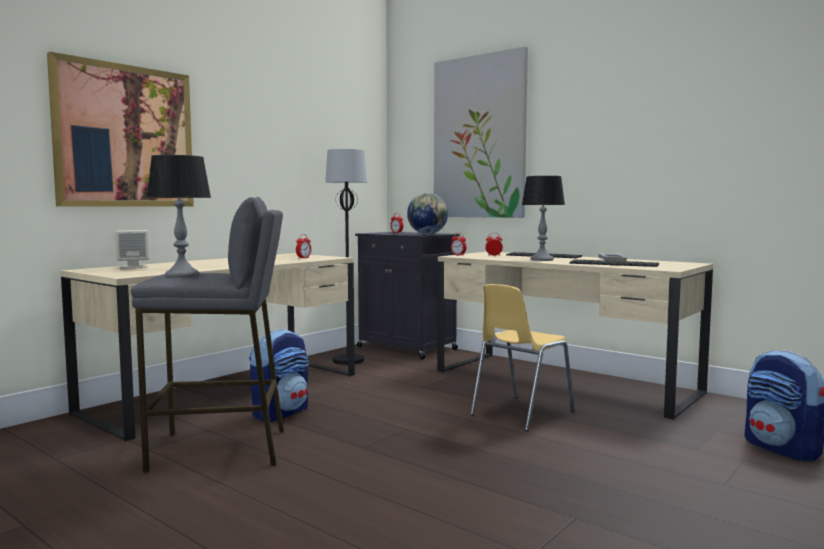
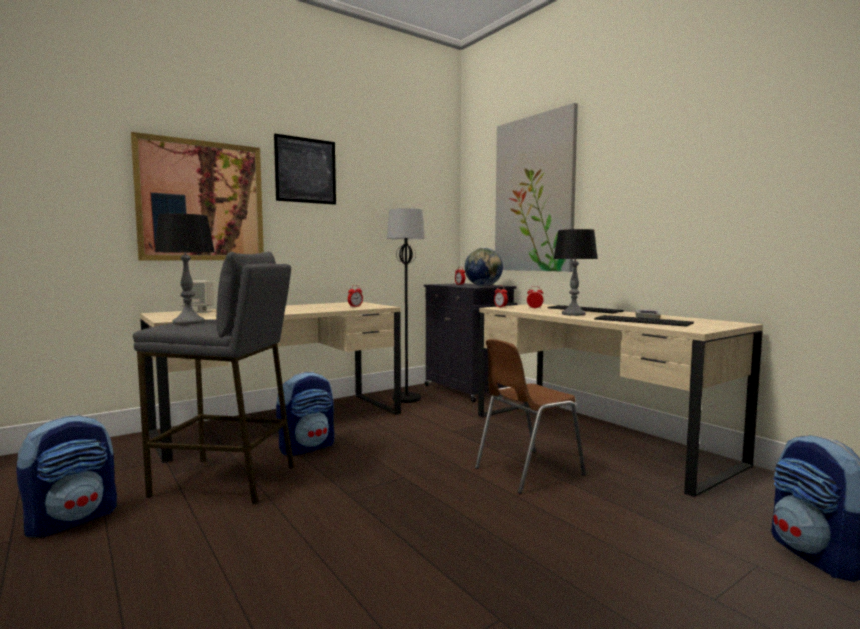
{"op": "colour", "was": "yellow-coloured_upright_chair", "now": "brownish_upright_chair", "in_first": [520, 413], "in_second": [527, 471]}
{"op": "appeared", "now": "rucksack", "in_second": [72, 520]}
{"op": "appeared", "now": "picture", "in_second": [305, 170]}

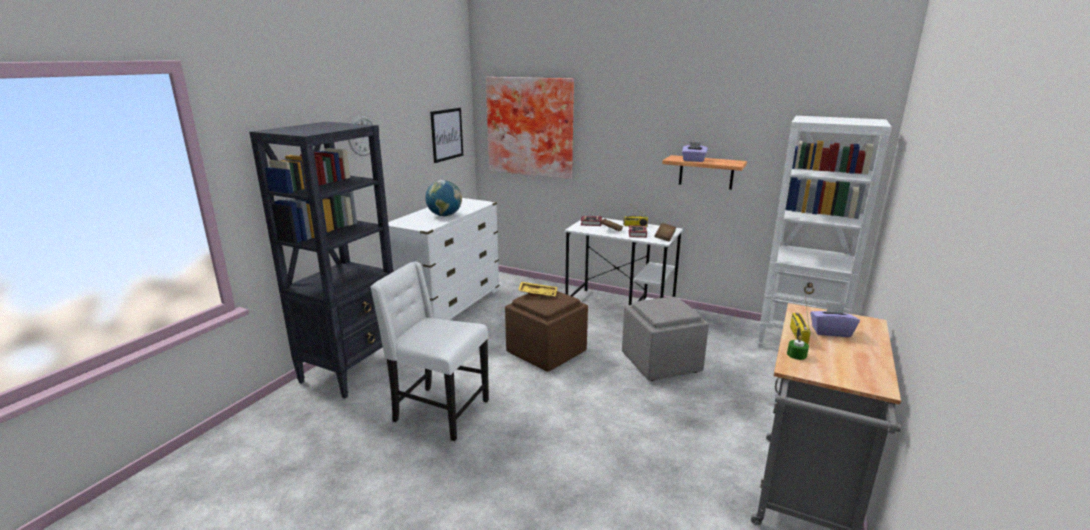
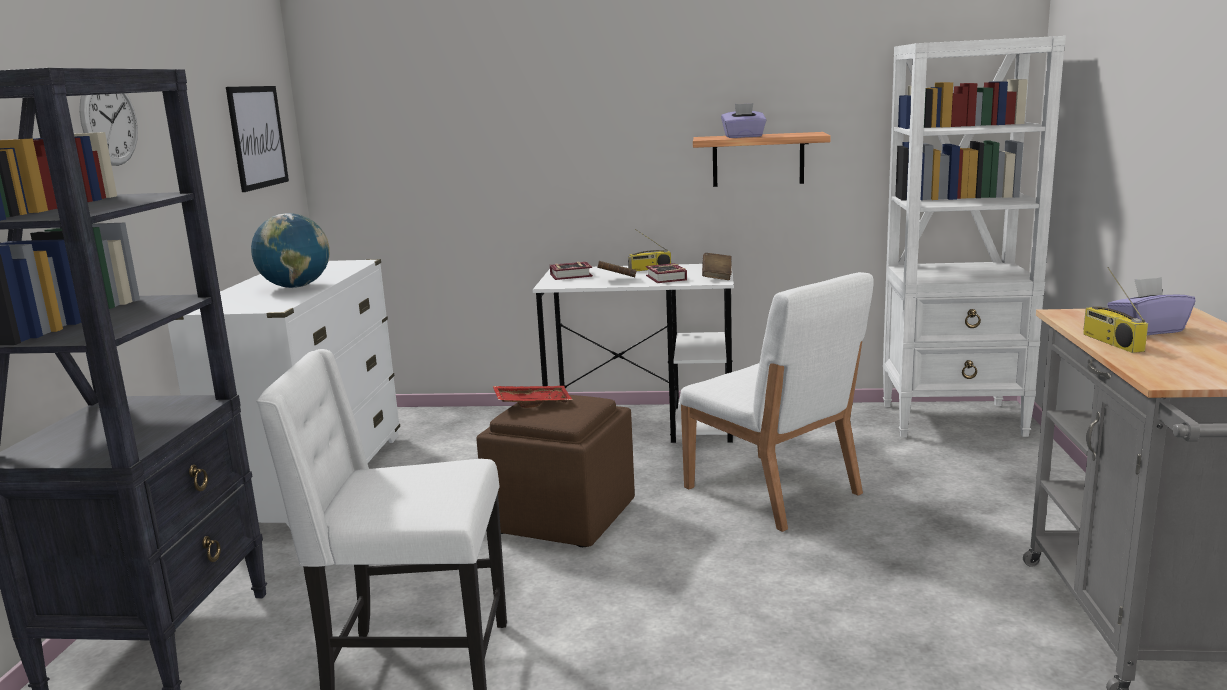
{"op": "missing", "was": "picture", "in_first": [531, 127]}
{"op": "colour", "was": "yellow-coloured_tray", "now": "red-coloured_tray", "in_first": [538, 293], "in_second": [532, 403]}
{"op": "exchanged", "was": "gray_pouffe", "now": "white_upright_chair", "in_first": [660, 363], "in_second": [773, 491]}
{"op": "missing", "was": "green-coloured_candle", "in_first": [796, 355]}

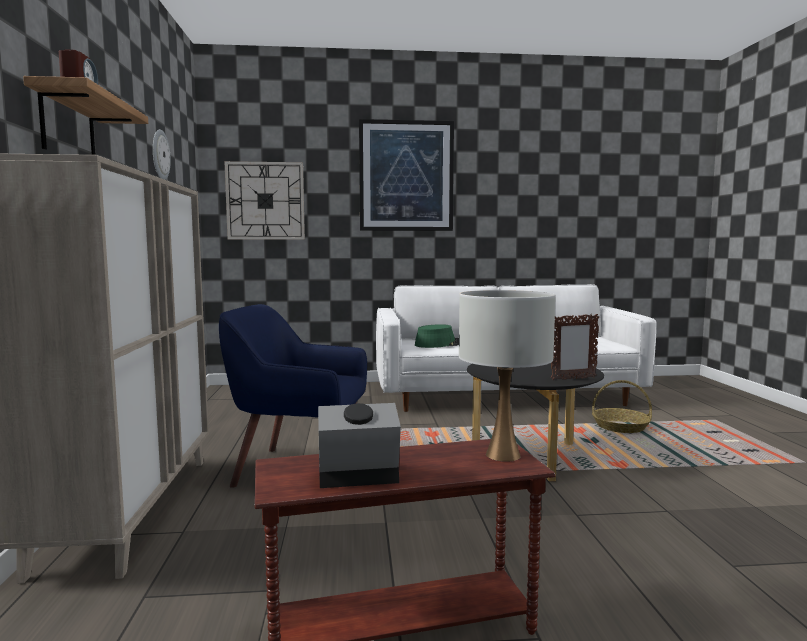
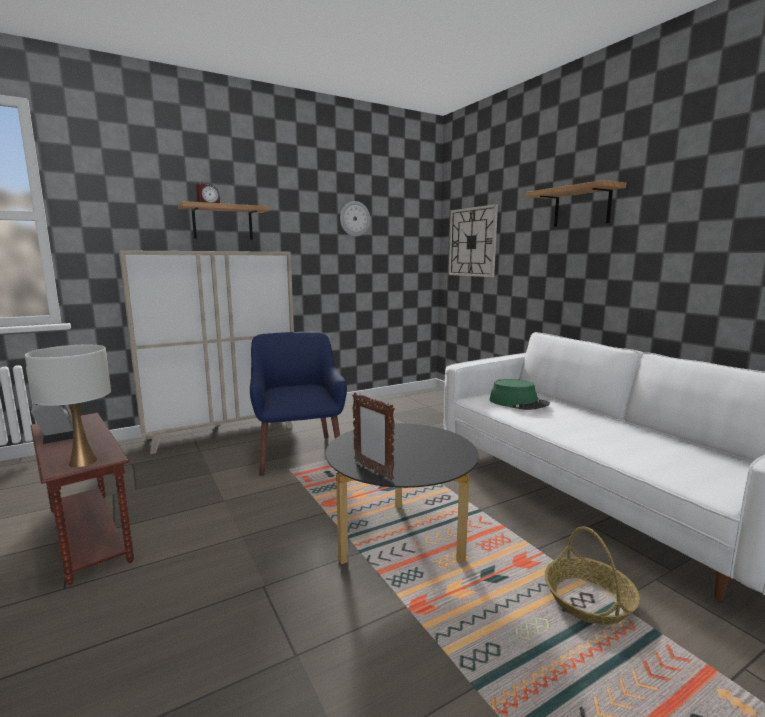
{"op": "exchanged", "was": "picture", "now": "bracket_shelf", "in_first": [406, 176], "in_second": [582, 207]}

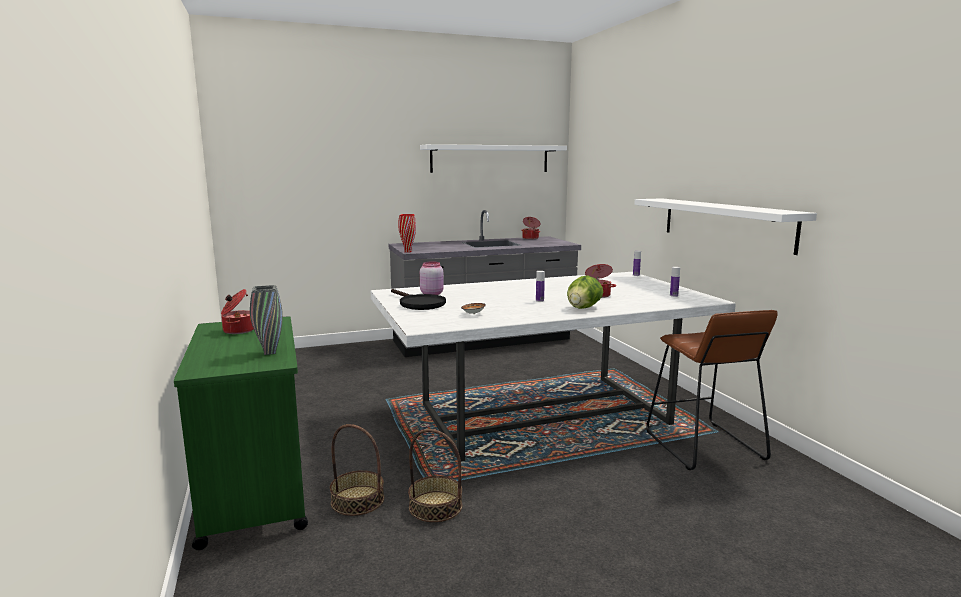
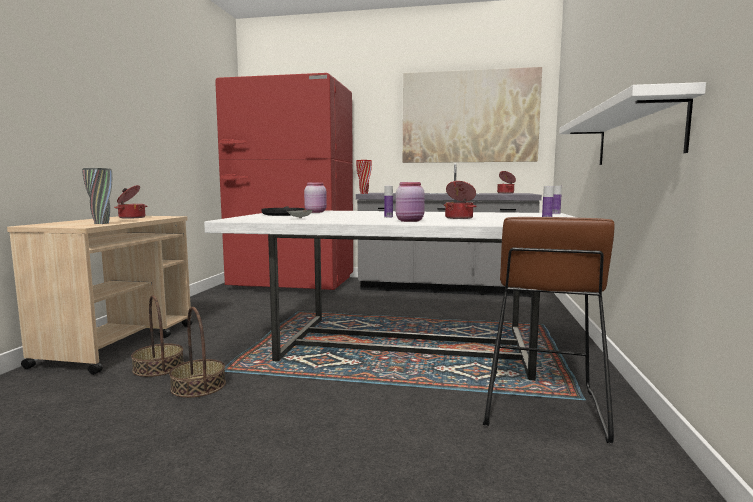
{"op": "colour", "was": "green-coloured_cart", "now": "beige-coloured_cart", "in_first": [255, 487], "in_second": [120, 344]}
{"op": "exchanged", "was": "white_bracket_shelf", "now": "picture", "in_first": [490, 159], "in_second": [469, 117]}
{"op": "exchanged", "was": "lettuce_head", "now": "pink-coloured_storage_jar", "in_first": [583, 308], "in_second": [410, 221]}
{"op": "appeared", "now": "red-coloured_fridge", "in_second": [292, 284]}

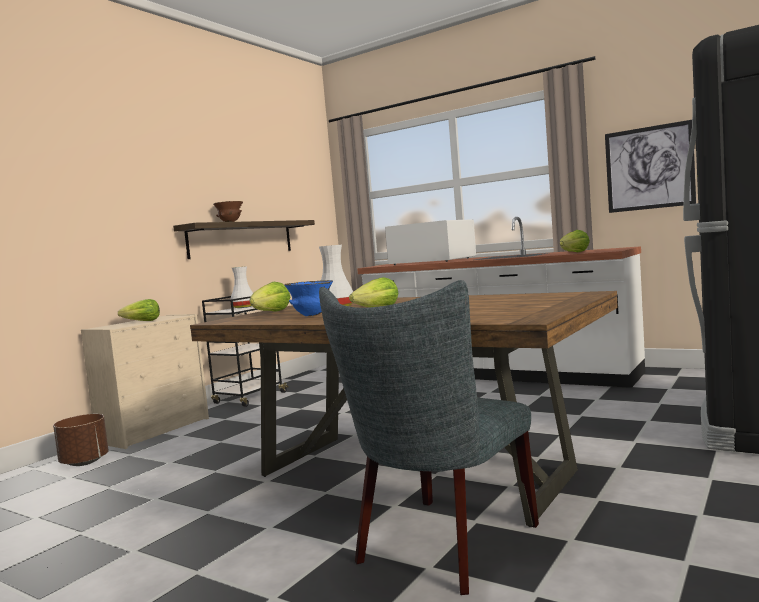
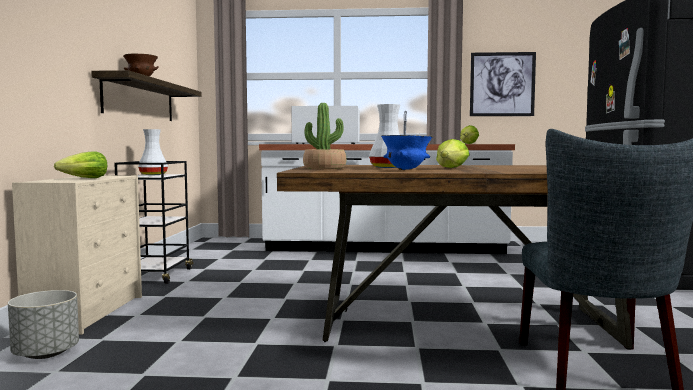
{"op": "colour", "was": "brownish_plant_pot", "now": "gray_plant_pot", "in_first": [84, 462], "in_second": [45, 354]}
{"op": "exchanged", "was": "lettuce_head", "now": "plant_in_a_pot", "in_first": [270, 312], "in_second": [324, 168]}

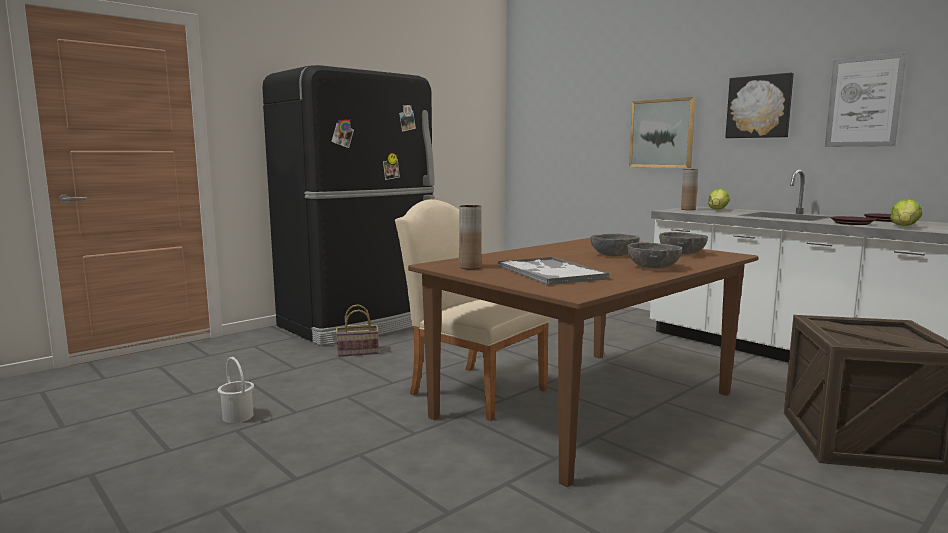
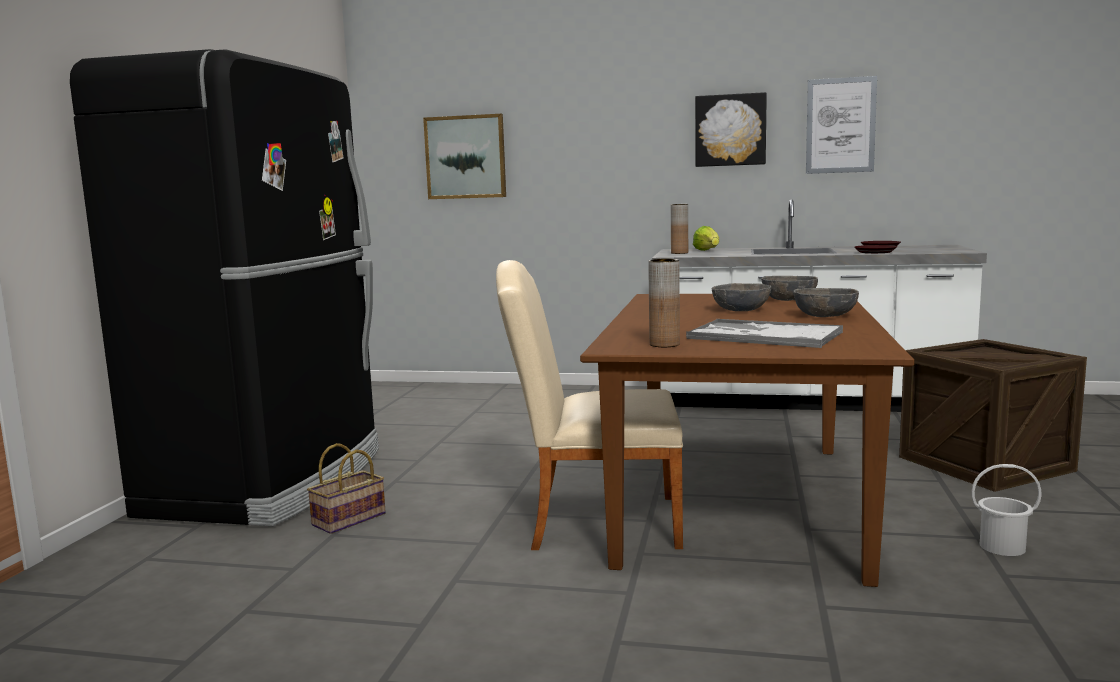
{"op": "relocated", "was": "white_water_bucket", "in_first": [238, 416], "in_second": [1001, 547]}
{"op": "relocated", "was": "picture", "in_first": [662, 133], "in_second": [465, 157]}
{"op": "missing", "was": "lettuce_head", "in_first": [904, 227]}

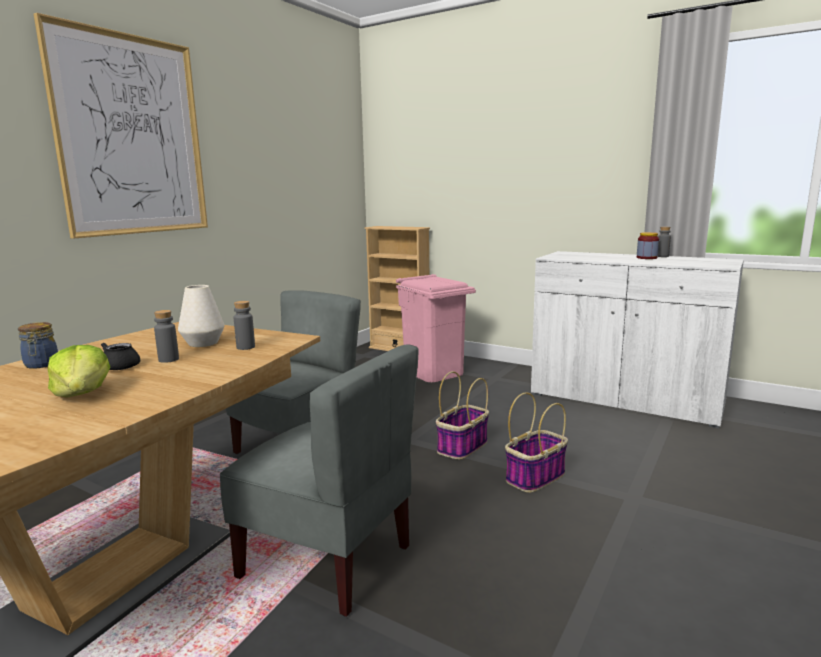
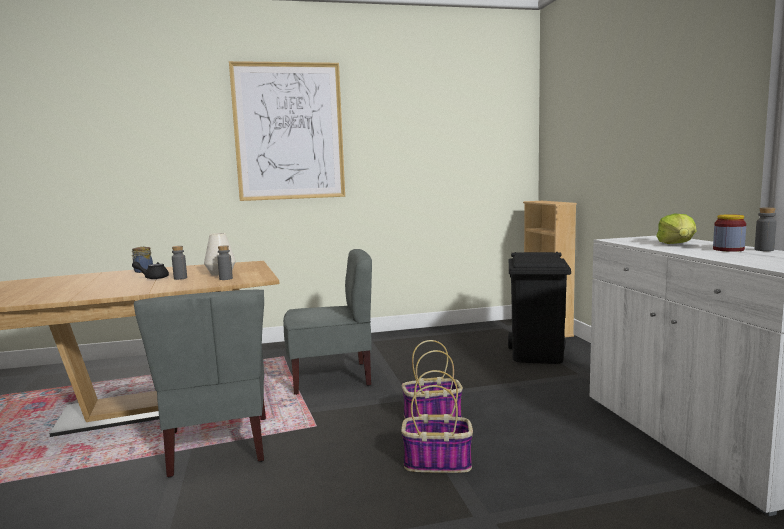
{"op": "relocated", "was": "lettuce_head", "in_first": [82, 394], "in_second": [677, 244]}
{"op": "colour", "was": "pink-coloured_rubbish_bin", "now": "black_rubbish_bin", "in_first": [434, 372], "in_second": [537, 355]}

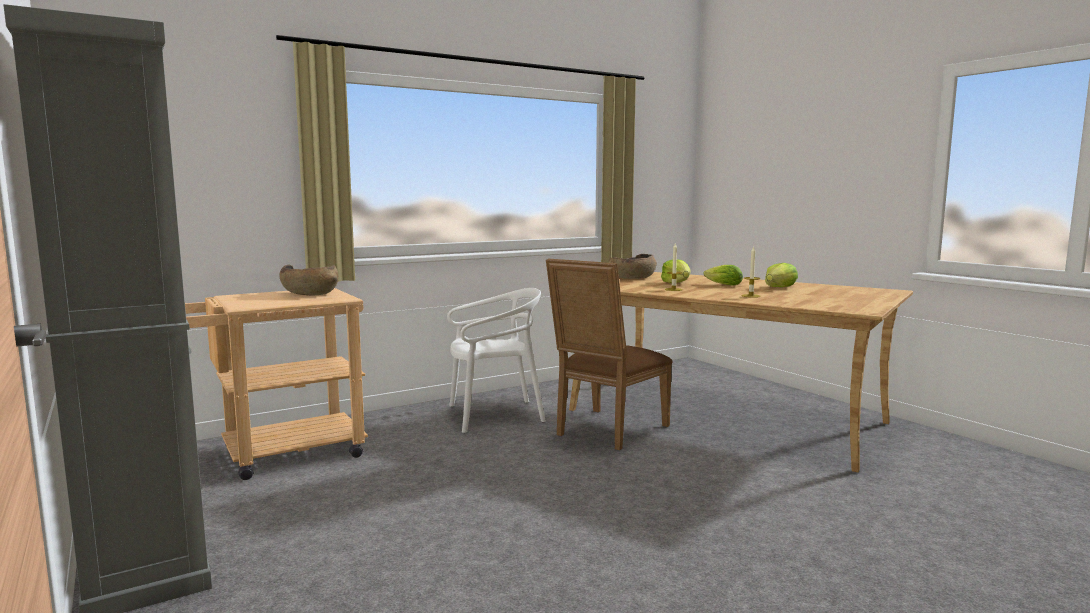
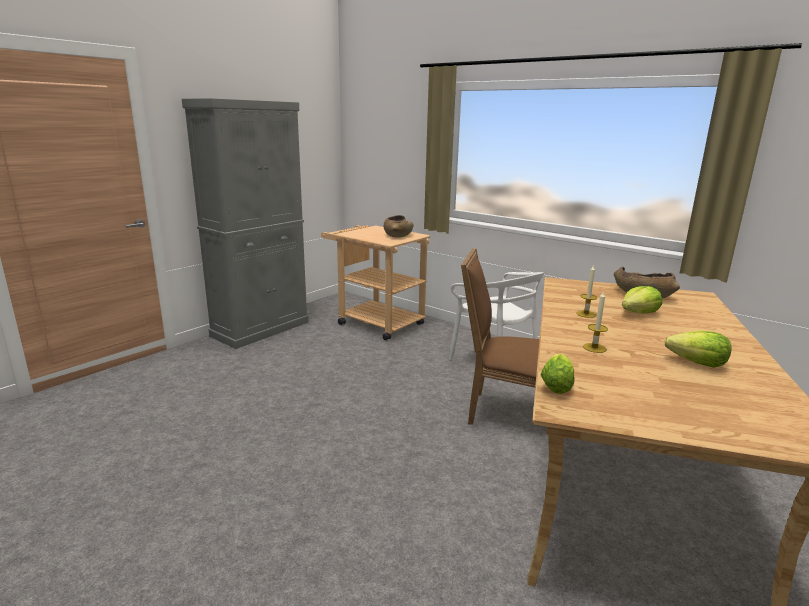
{"op": "relocated", "was": "lettuce_head", "in_first": [721, 284], "in_second": [558, 384]}

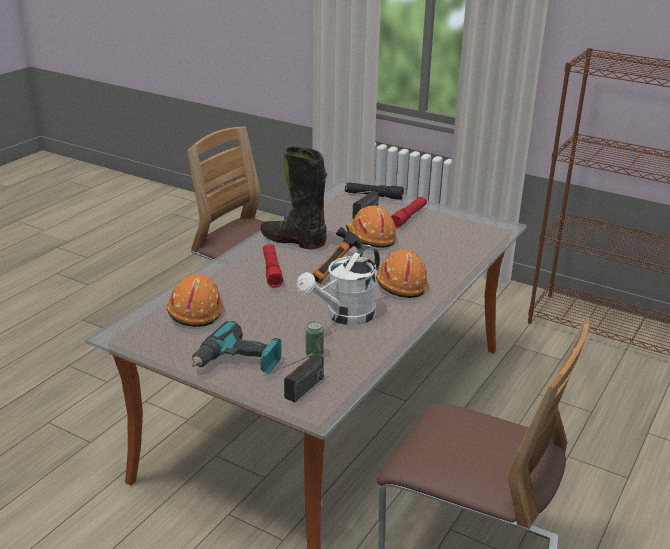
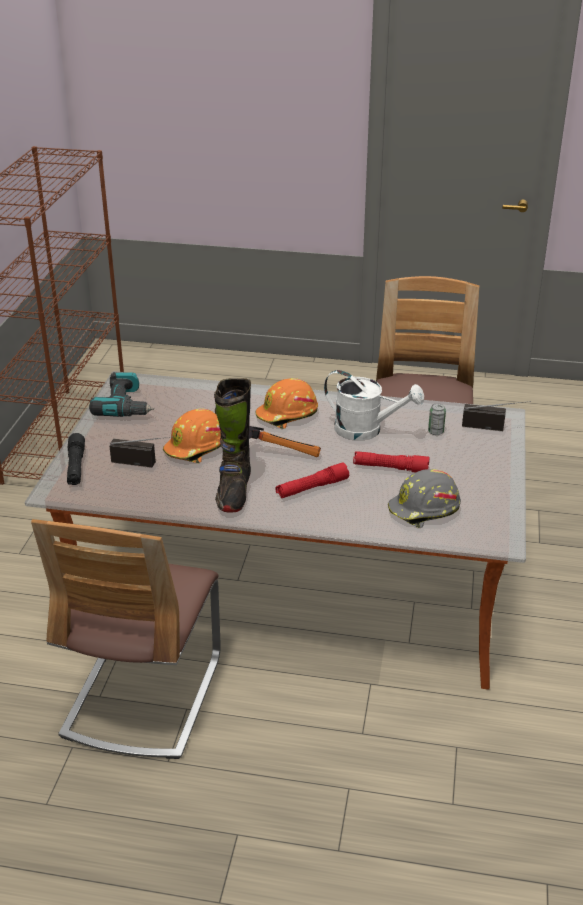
{"op": "colour", "was": "orange_safety_helmet", "now": "gray_safety_helmet", "in_first": [195, 310], "in_second": [424, 510]}
{"op": "relocated", "was": "drill", "in_first": [238, 362], "in_second": [126, 405]}
{"op": "relocated", "was": "red-coloured_flashlight", "in_first": [408, 217], "in_second": [390, 468]}

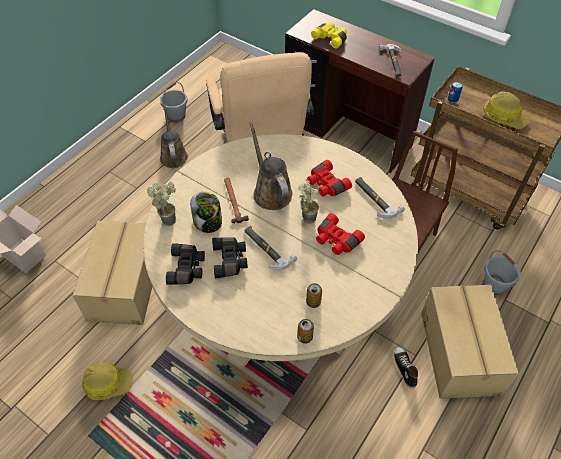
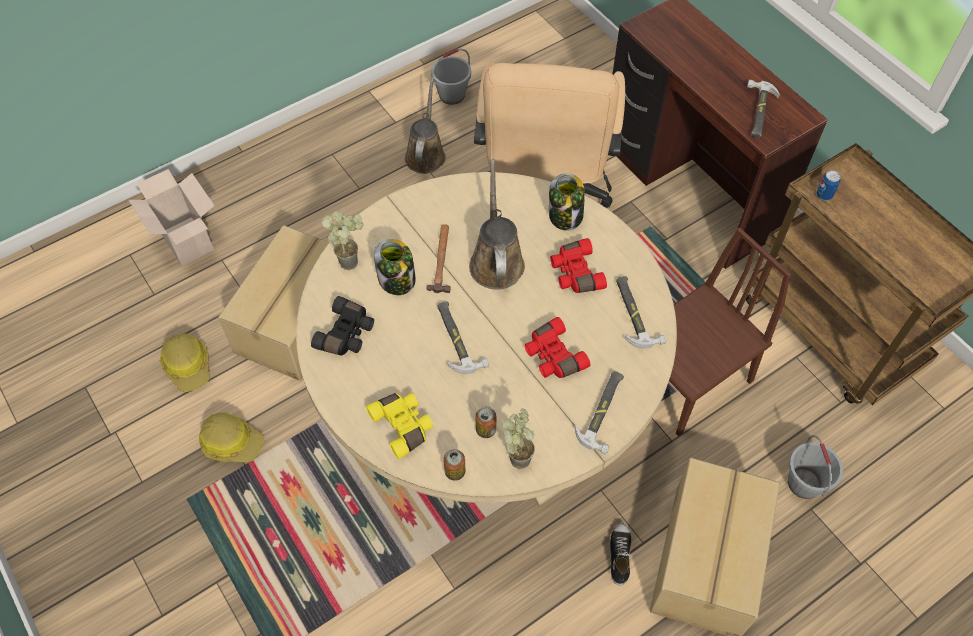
{"op": "missing", "was": "black_pair_of_binoculars", "in_first": [231, 260]}
{"op": "relocated", "was": "plant_in_a_pot", "in_first": [306, 216], "in_second": [517, 455]}
{"op": "relocated", "was": "yellow-coloured_pair_of_binoculars", "in_first": [331, 38], "in_second": [403, 426]}
{"op": "relocated", "was": "safety_helmet", "in_first": [504, 117], "in_second": [188, 366]}
{"op": "appeared", "now": "storage_jar", "in_second": [565, 216]}
{"op": "appeared", "now": "hammer", "in_second": [603, 411]}

